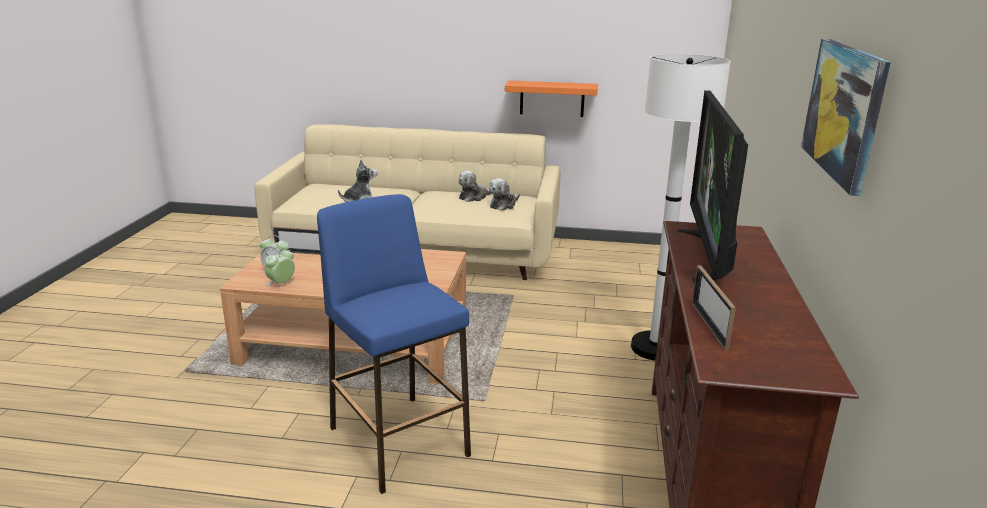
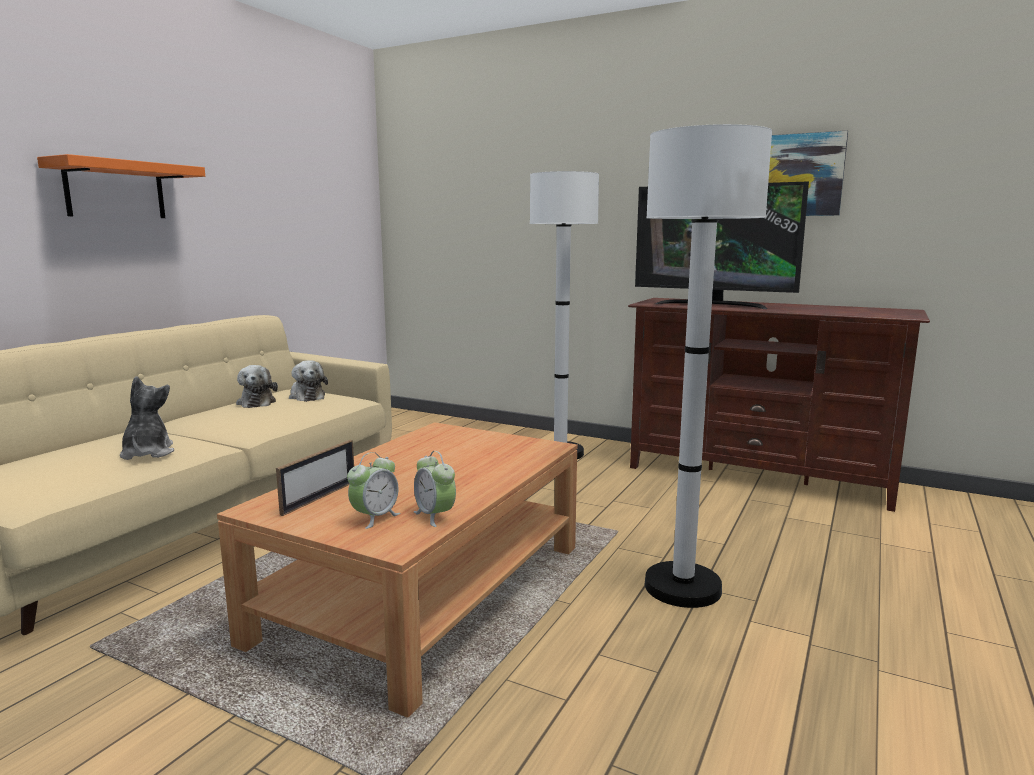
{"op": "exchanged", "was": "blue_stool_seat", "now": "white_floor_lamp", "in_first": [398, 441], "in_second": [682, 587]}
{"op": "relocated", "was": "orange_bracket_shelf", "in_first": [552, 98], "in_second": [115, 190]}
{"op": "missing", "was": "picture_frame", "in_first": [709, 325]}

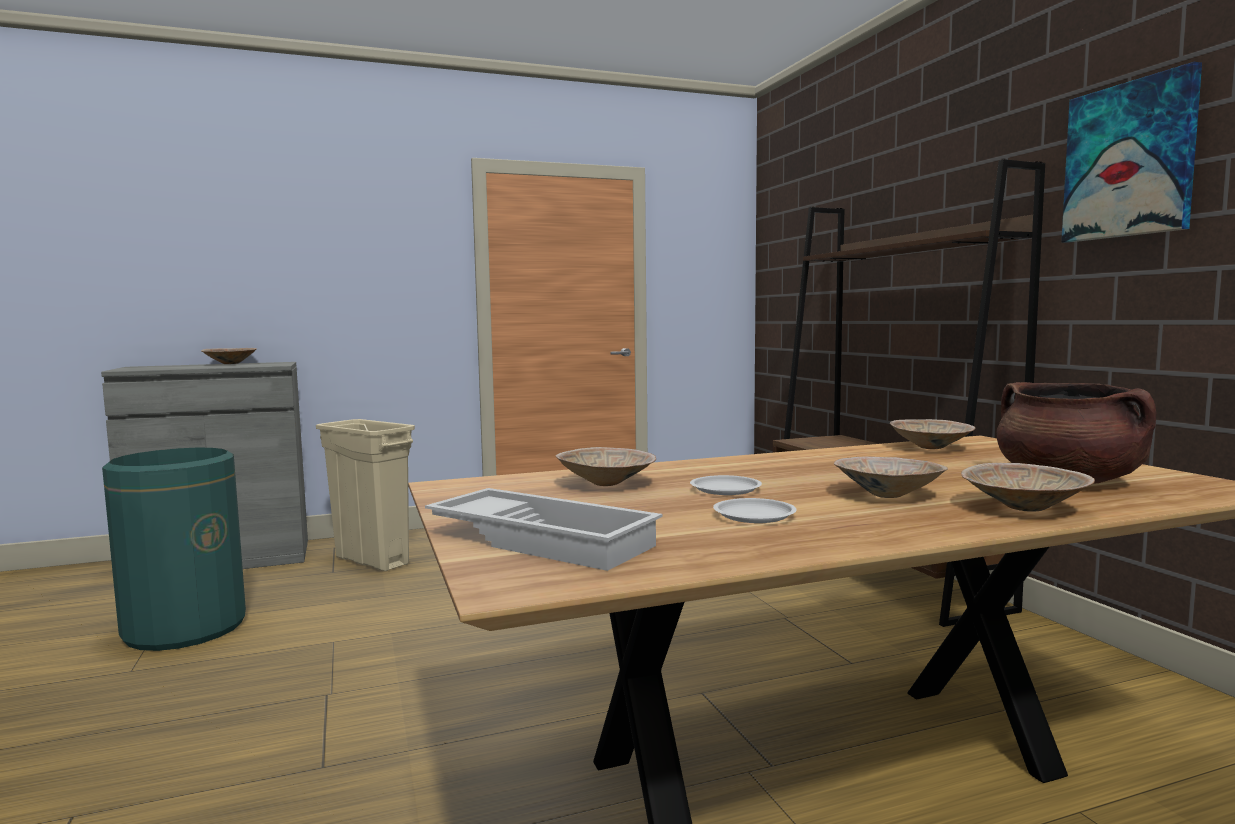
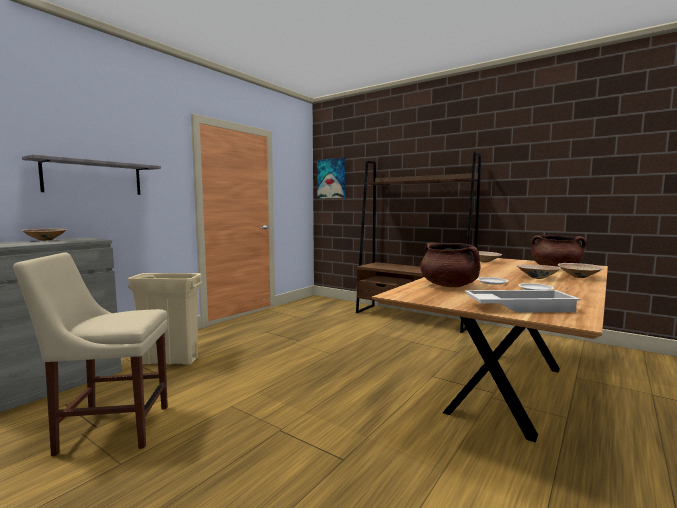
{"op": "exchanged", "was": "green-coloured_rubbish_bin", "now": "beige-coloured_upright_chair", "in_first": [185, 628], "in_second": [109, 429]}
{"op": "exchanged", "was": "beige-coloured_bowl", "now": "brownish_cooking_pot", "in_first": [607, 484], "in_second": [449, 286]}
{"op": "relocated", "was": "picture", "in_first": [1129, 160], "in_second": [331, 178]}
{"op": "appeared", "now": "gray_bracket_shelf", "in_second": [93, 178]}

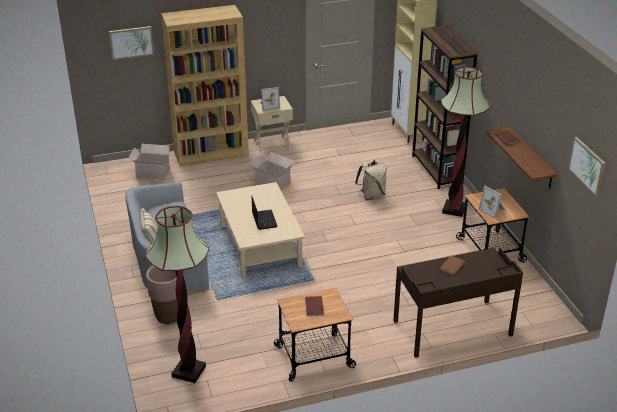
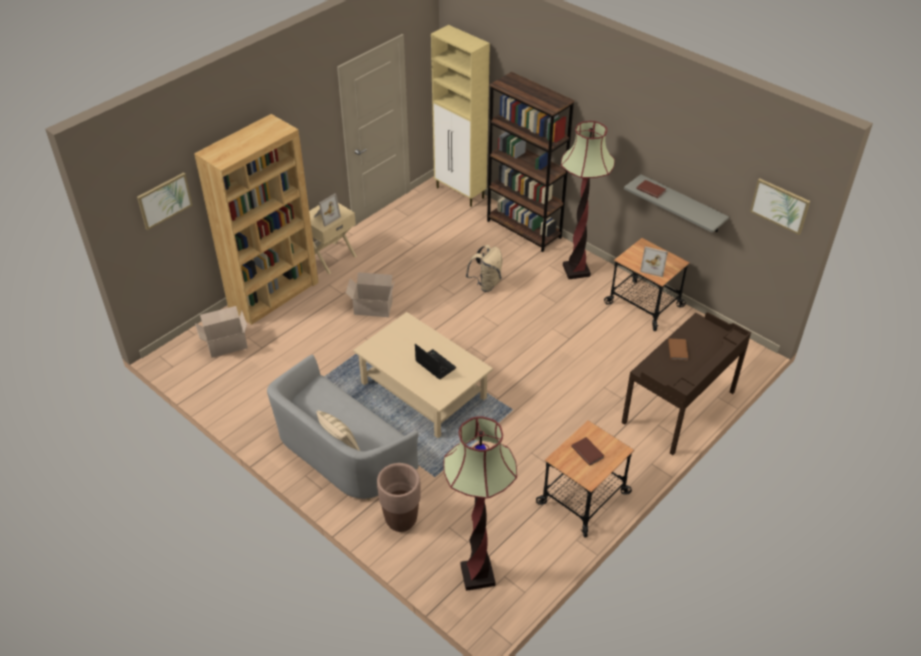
{"op": "colour", "was": "brownish_bracket_shelf", "now": "gray_bracket_shelf", "in_first": [531, 158], "in_second": [682, 204]}

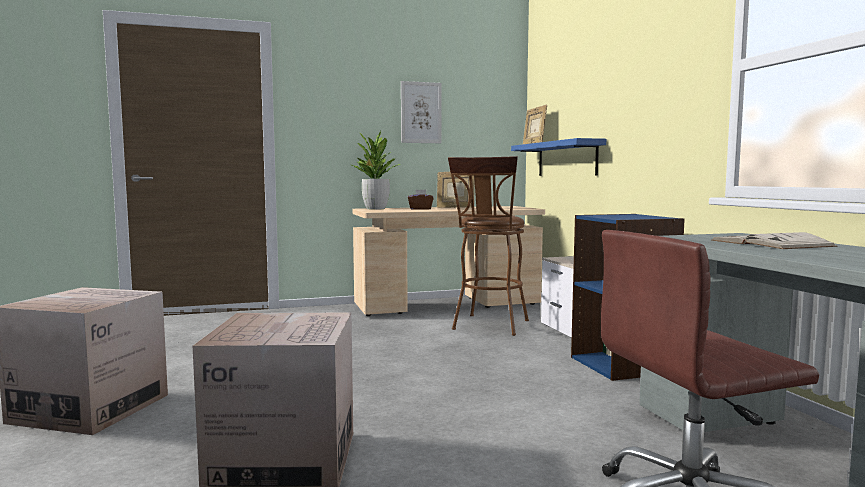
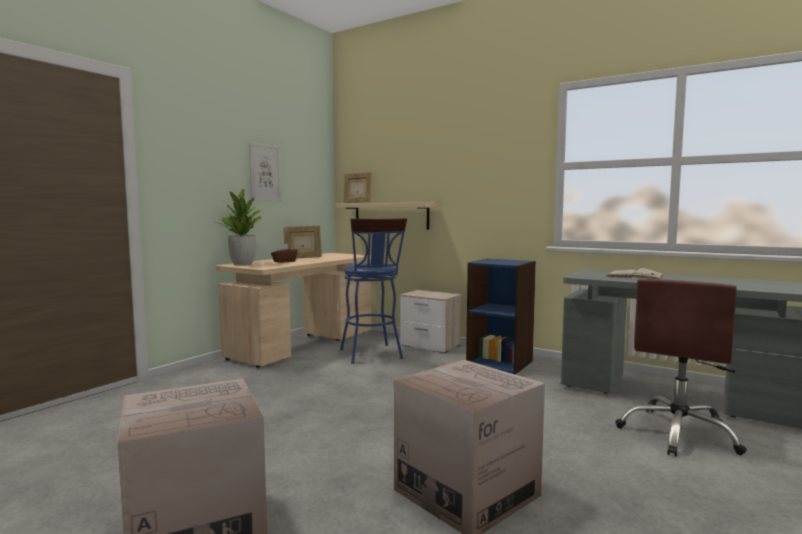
{"op": "colour", "was": "brownish_stool_seat", "now": "blue_stool_seat", "in_first": [489, 326], "in_second": [372, 355]}
{"op": "colour", "was": "blue_bracket_shelf", "now": "beige-coloured_bracket_shelf", "in_first": [566, 159], "in_second": [391, 216]}

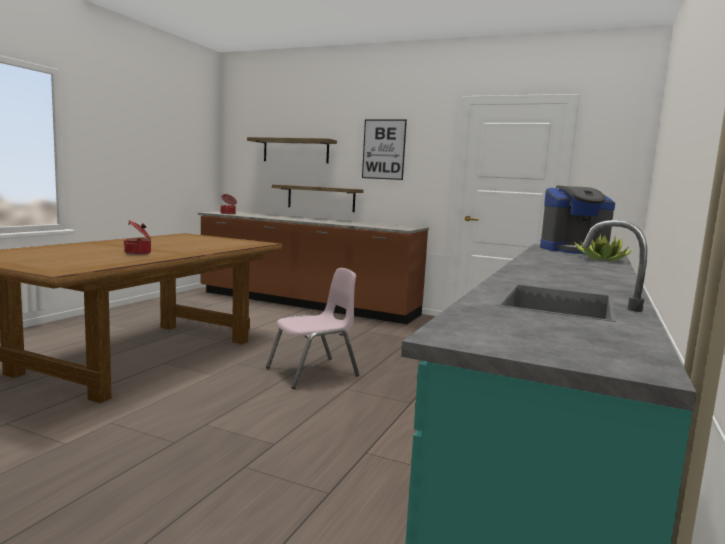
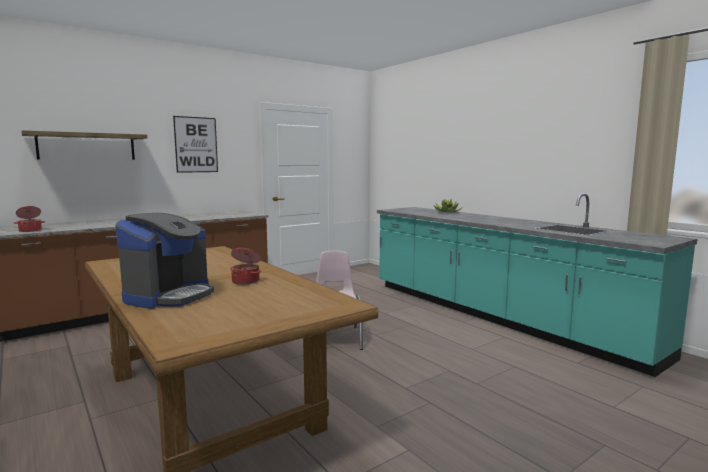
{"op": "missing", "was": "bracket_shelf", "in_first": [321, 198]}
{"op": "relocated", "was": "coffee_maker", "in_first": [574, 250], "in_second": [169, 296]}

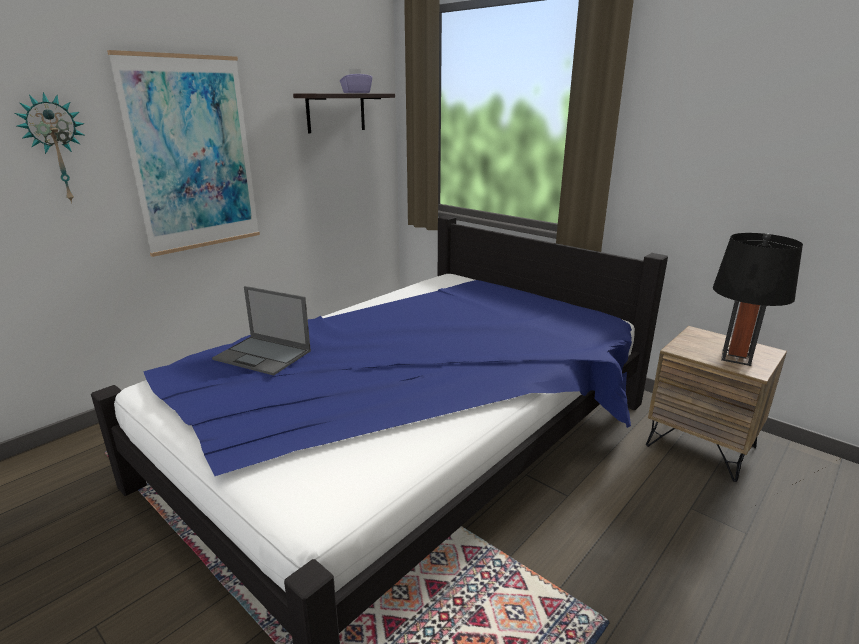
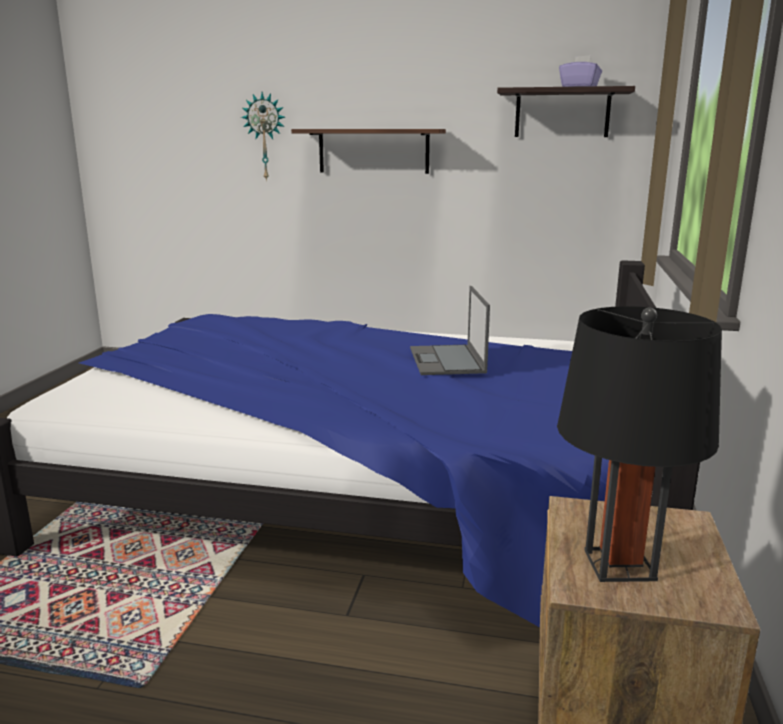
{"op": "exchanged", "was": "picture", "now": "bracket_shelf", "in_first": [193, 155], "in_second": [373, 151]}
{"op": "relocated", "was": "laptop", "in_first": [263, 355], "in_second": [447, 361]}

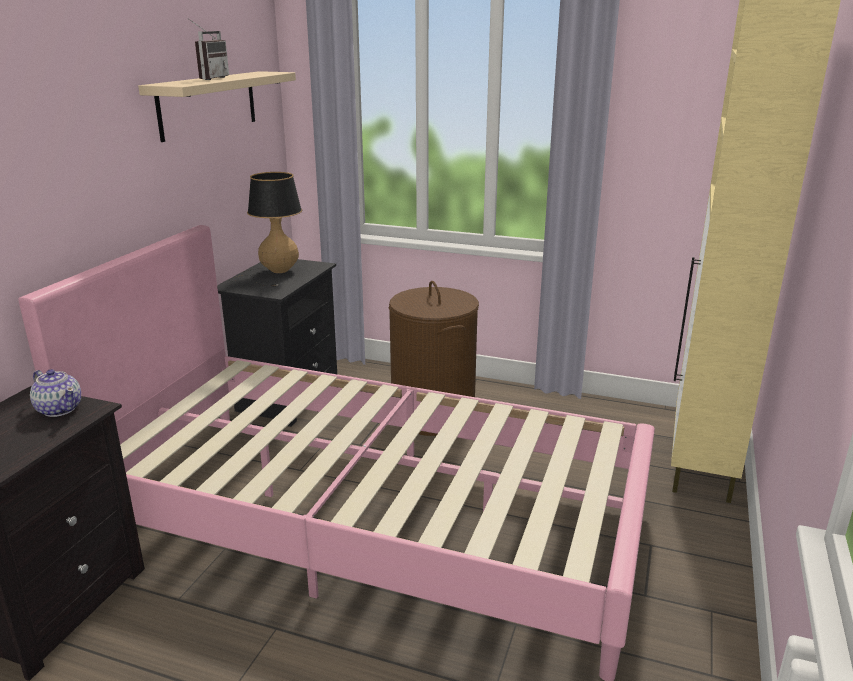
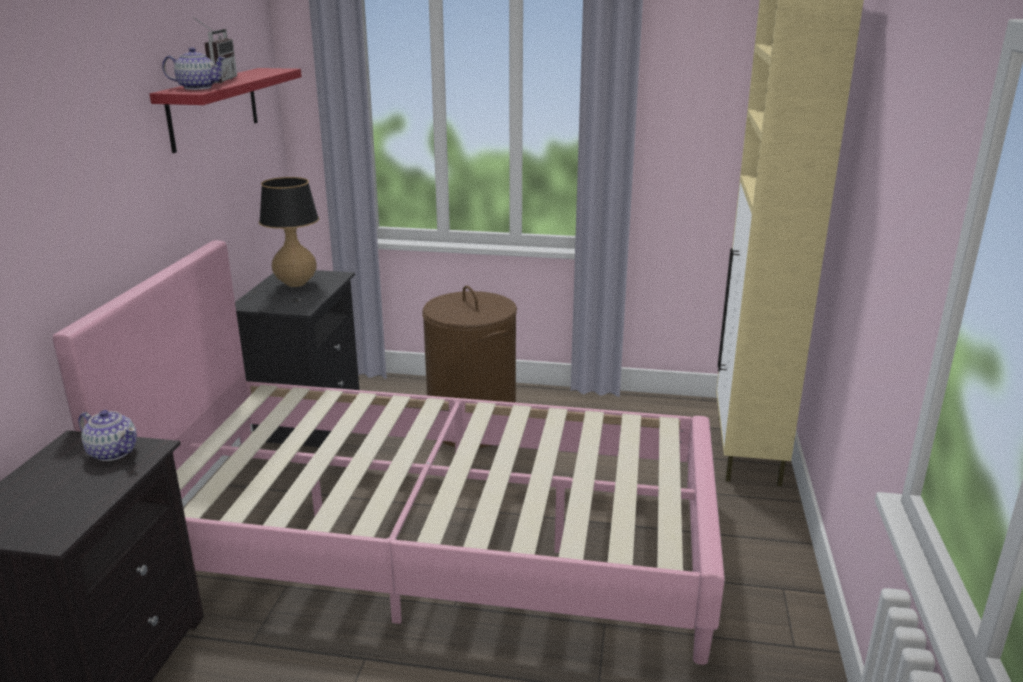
{"op": "colour", "was": "beige-coloured_bracket_shelf", "now": "red-coloured_bracket_shelf", "in_first": [208, 104], "in_second": [214, 108]}
{"op": "appeared", "now": "tea_pot", "in_second": [197, 88]}

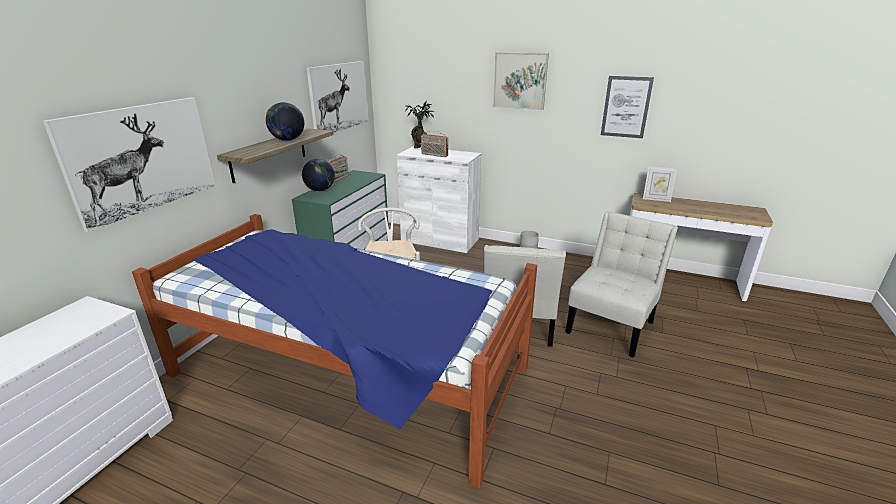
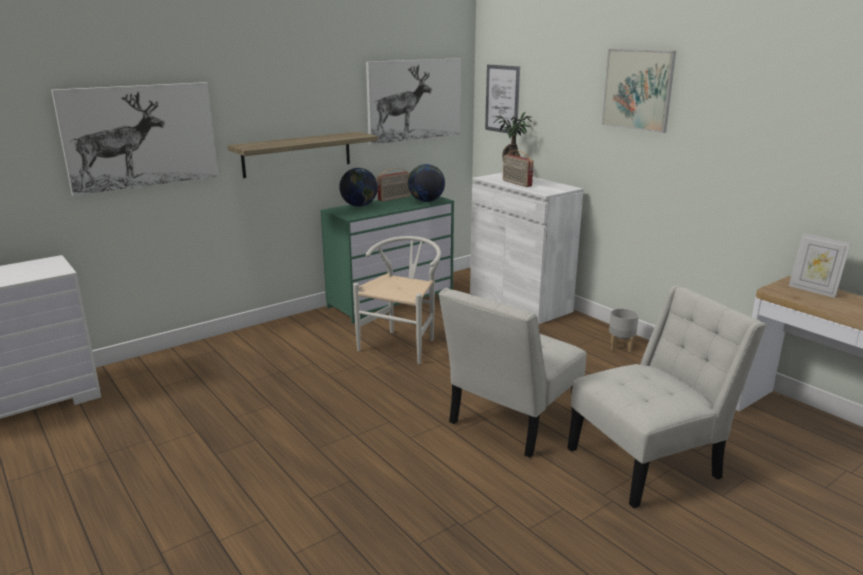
{"op": "missing", "was": "sleeping_bed", "in_first": [348, 372]}
{"op": "relocated", "was": "desk_globe", "in_first": [288, 140], "in_second": [426, 201]}
{"op": "relocated", "was": "picture", "in_first": [626, 107], "in_second": [502, 99]}

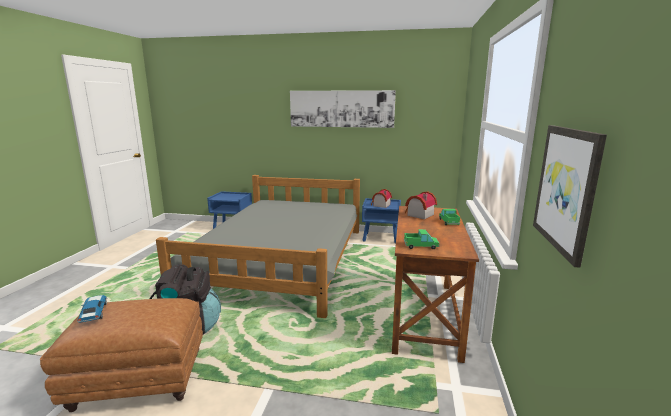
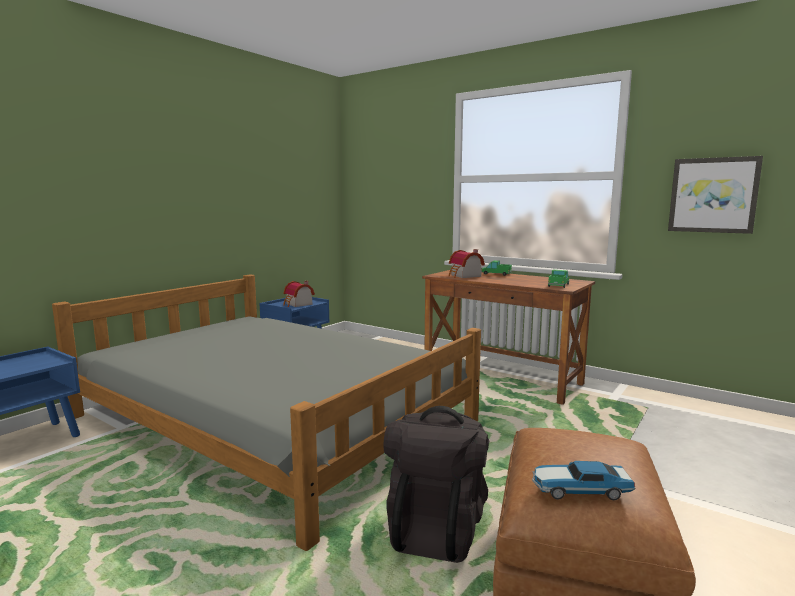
{"op": "missing", "was": "picture", "in_first": [341, 109]}

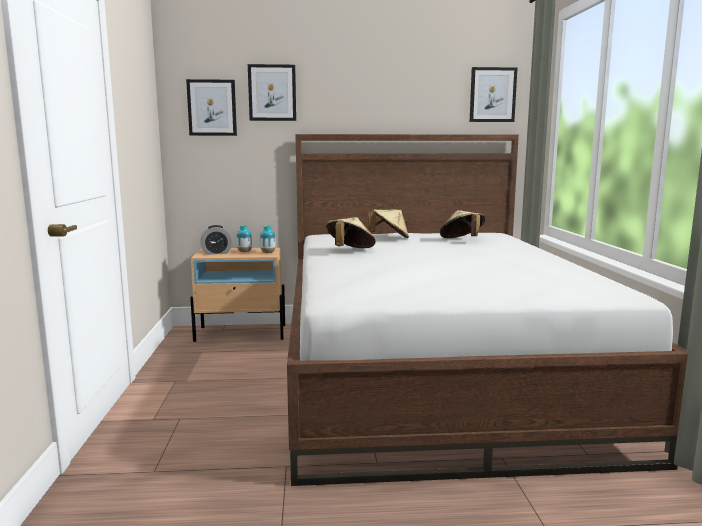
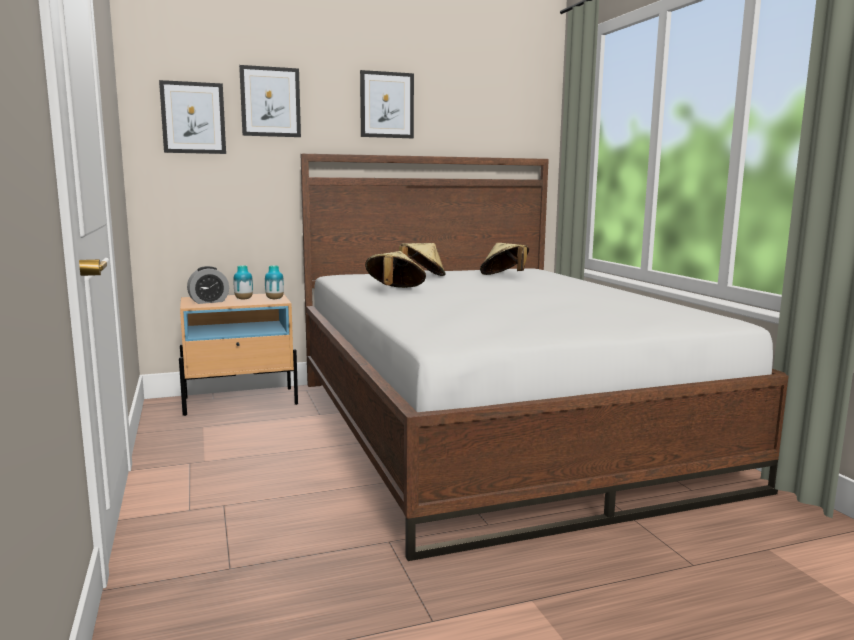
{"op": "relocated", "was": "picture", "in_first": [492, 95], "in_second": [387, 105]}

